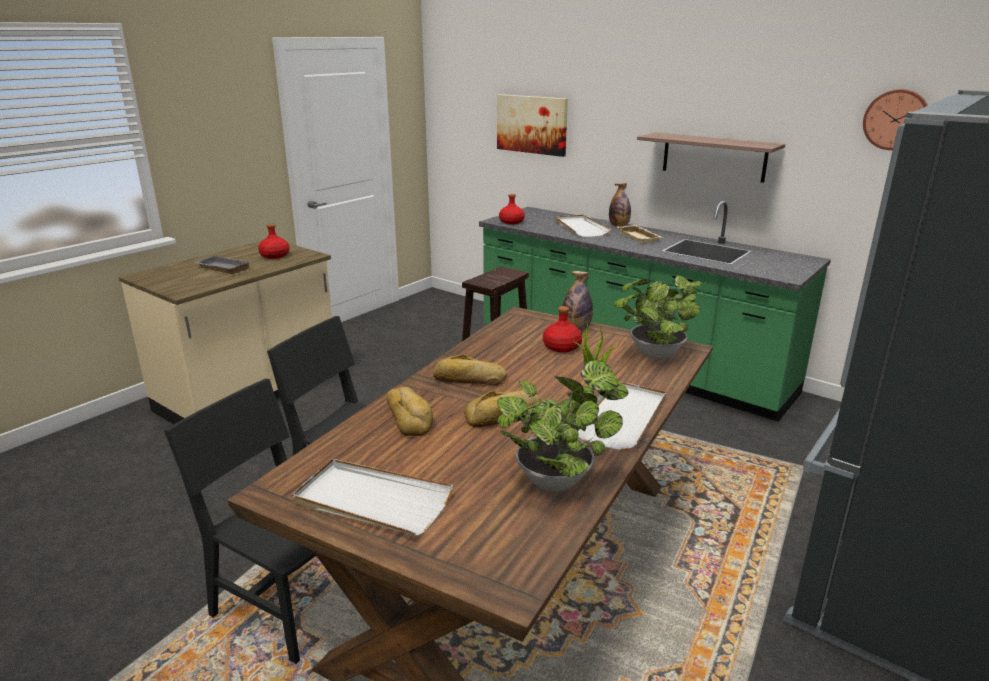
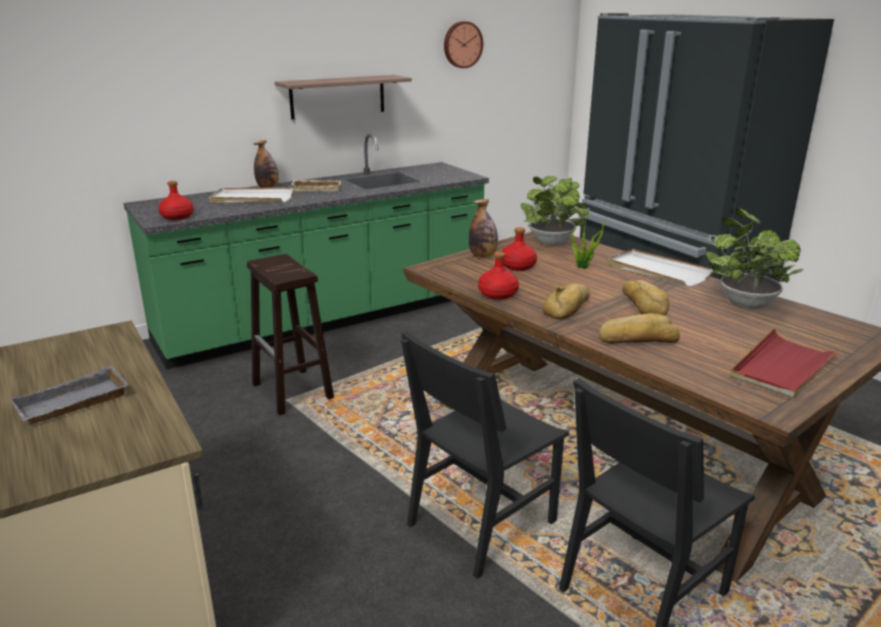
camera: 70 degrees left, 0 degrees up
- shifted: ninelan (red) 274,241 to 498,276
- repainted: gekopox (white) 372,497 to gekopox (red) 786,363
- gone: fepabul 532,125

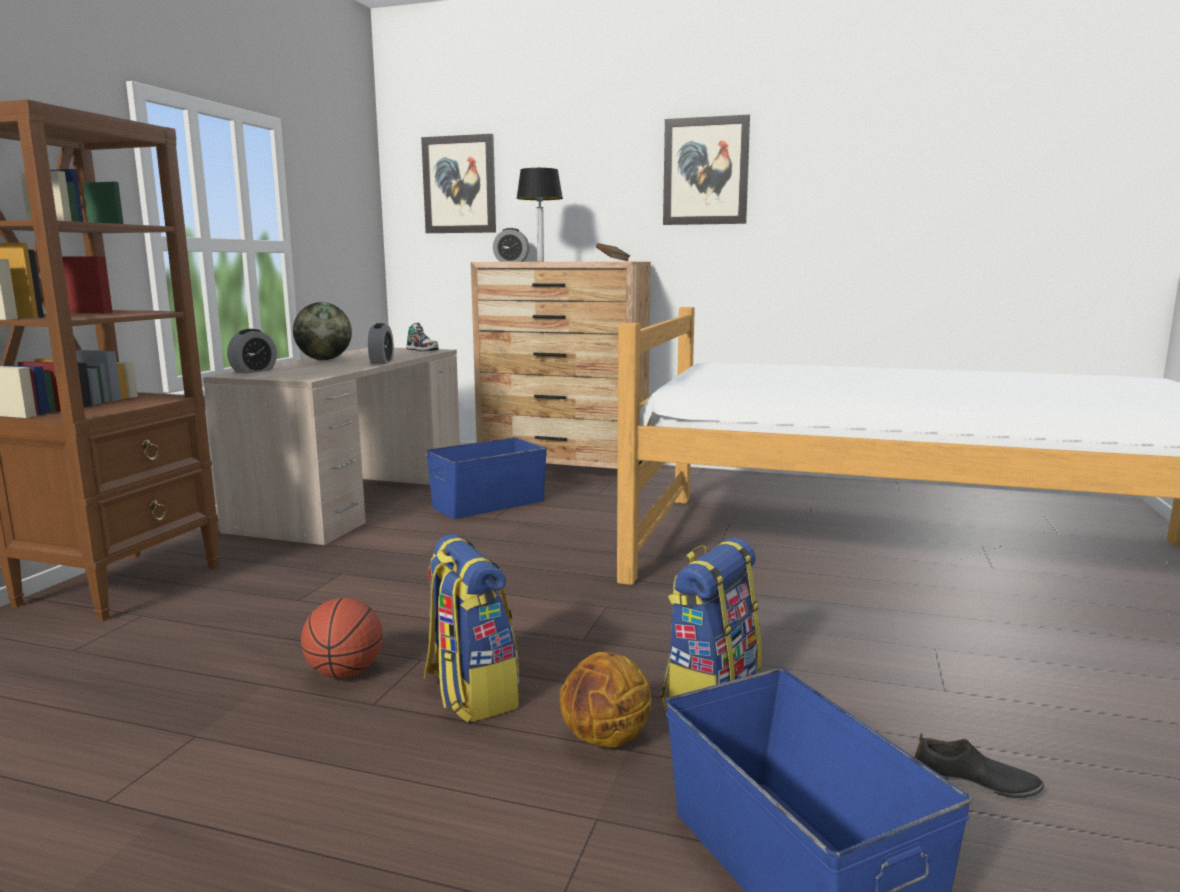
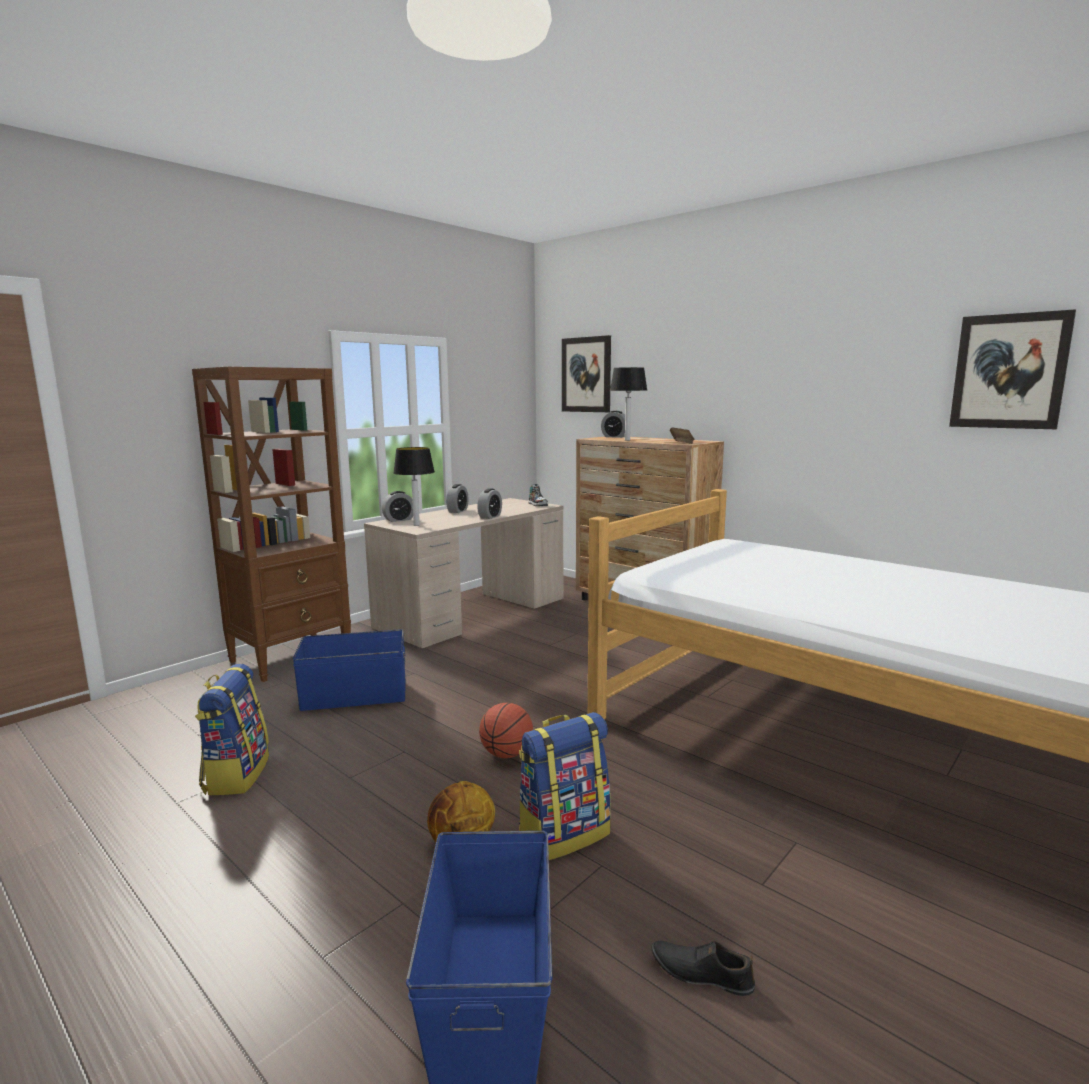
camera: 25 degrees right, 0 degrees up
- shifted: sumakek 471,628 to 232,729
- shifted: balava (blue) 486,478 to 349,670
- new: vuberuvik 414,486
- swapped: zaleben 322,331 to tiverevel 457,498
- shifted: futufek 342,638 to 506,730
- rotated: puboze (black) 979,765 = 703,968 150 degrees clockwise
- shifted: fepabul 707,169 to 1012,369

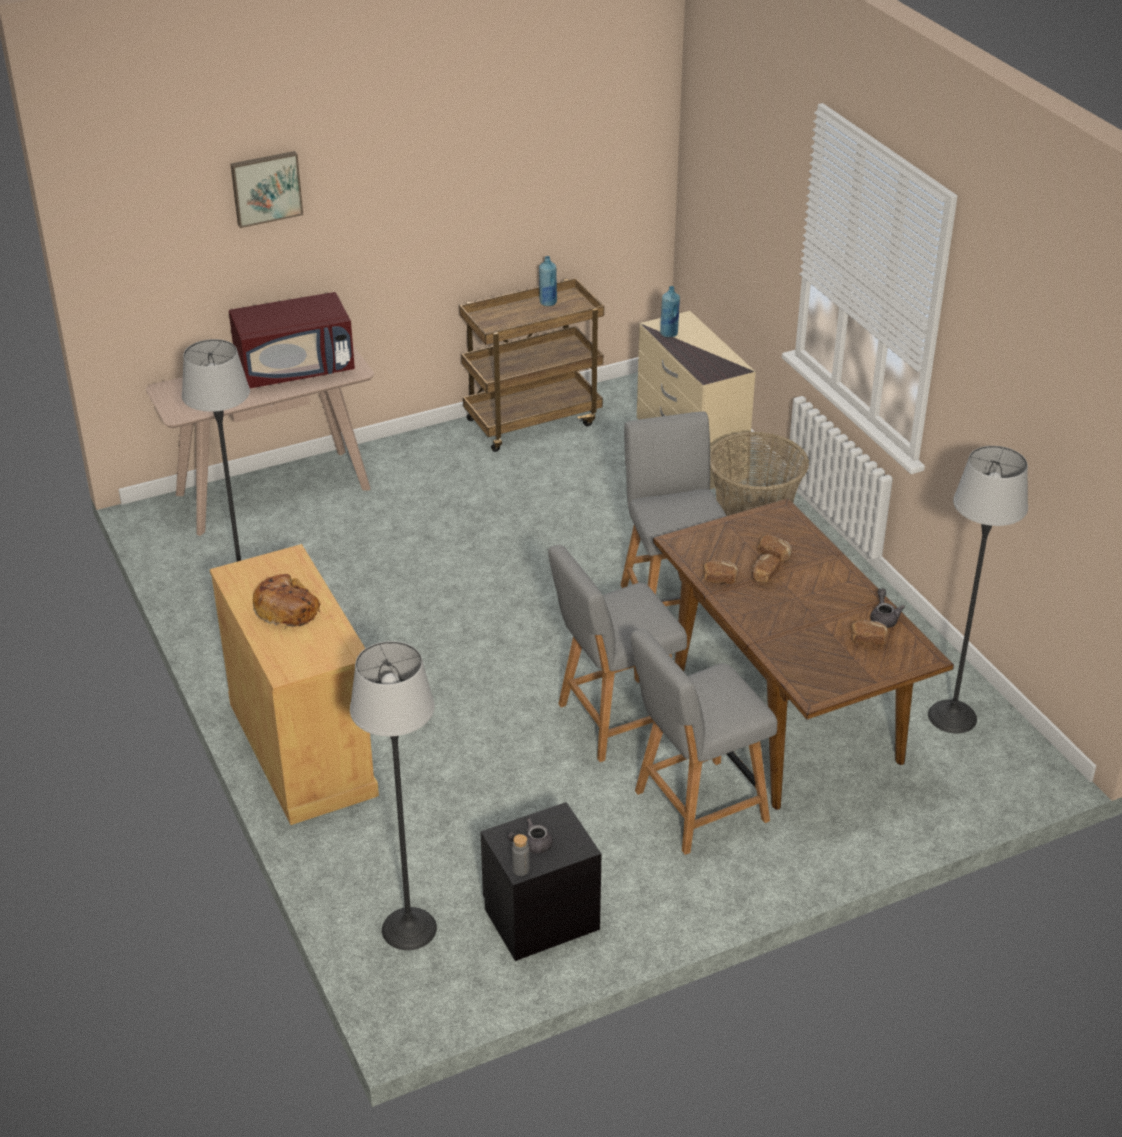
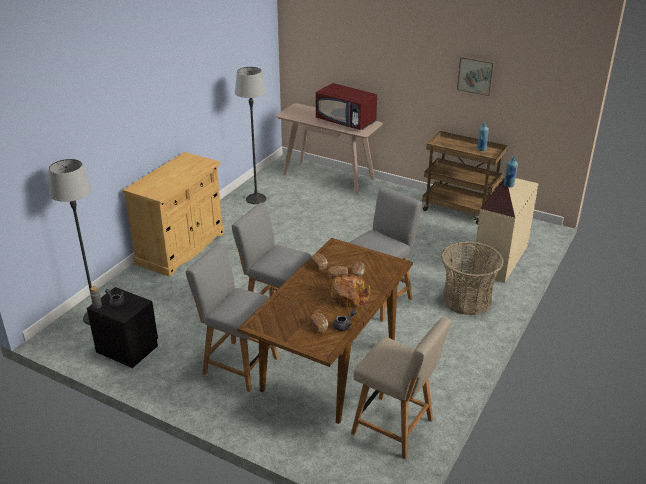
camera: 55 degrees right, 5 degrees down
- shifted: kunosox 287,601 to 350,290
- swapped: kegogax 978,589 to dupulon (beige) 401,388
- shifted: fepabul 267,189 to 476,76

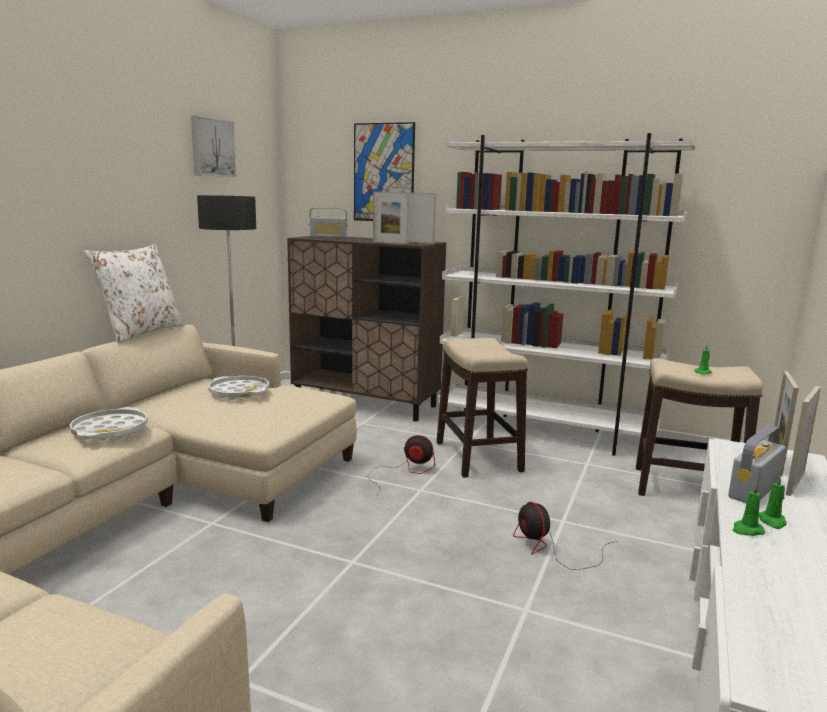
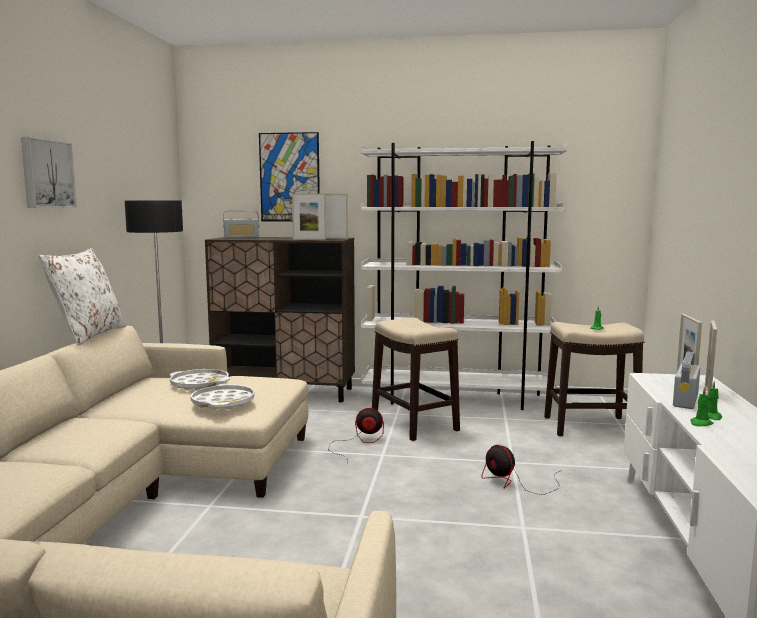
camera: 15 degrees left, 5 degrees down
- shifted: fepabul 213,146 to 49,172
- shifted: gekopox (white) 109,424 to 223,396

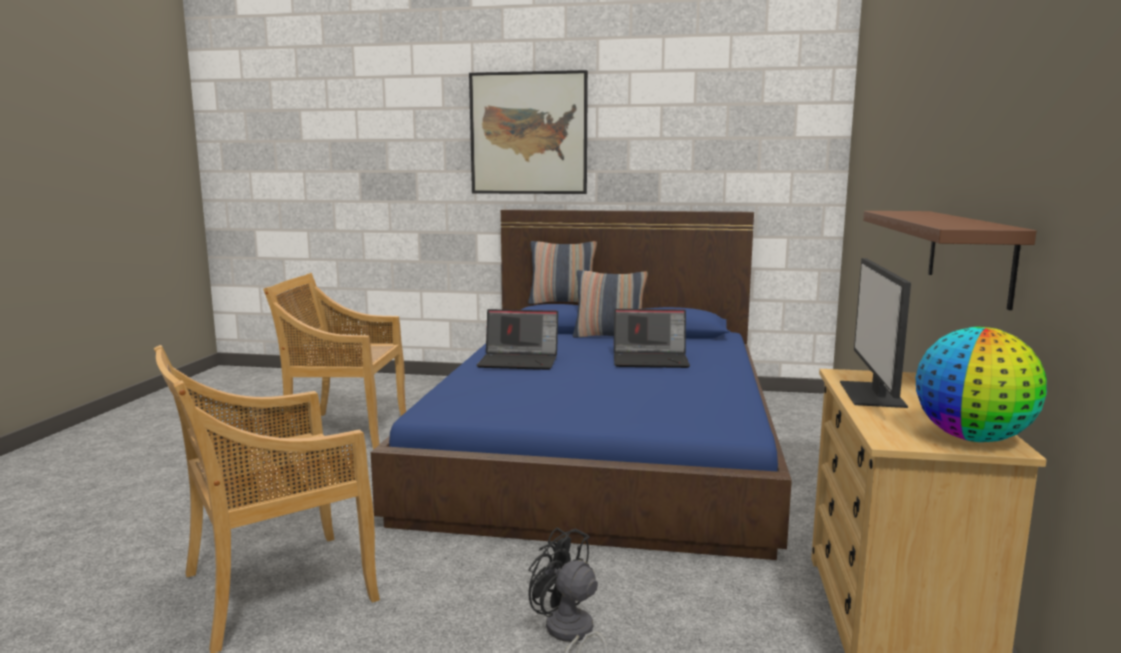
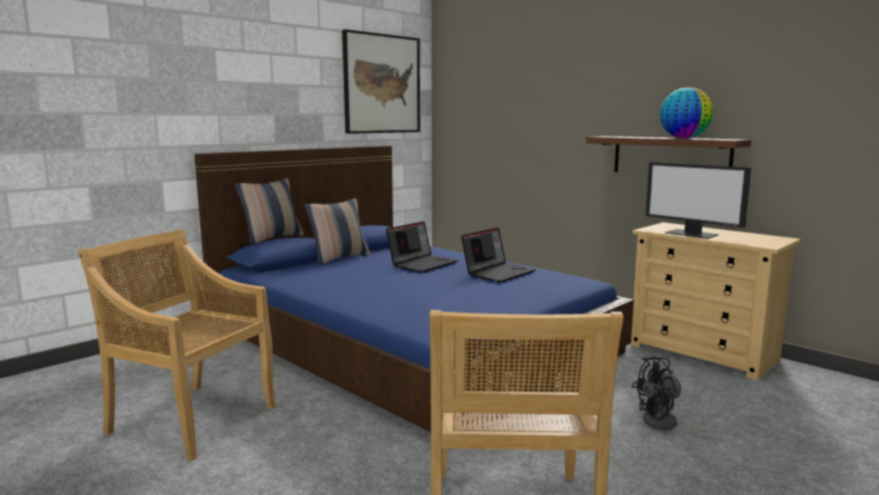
camera: 55 degrees left, 0 degrees up
- rotated: dupulon (beige) 334,361 = 177,345 75 degrees clockwise
- shifted: fepabul 528,132 to 381,81
- shifted: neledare 517,339 to 498,255
- shifted: zaleben 981,384 to 686,112

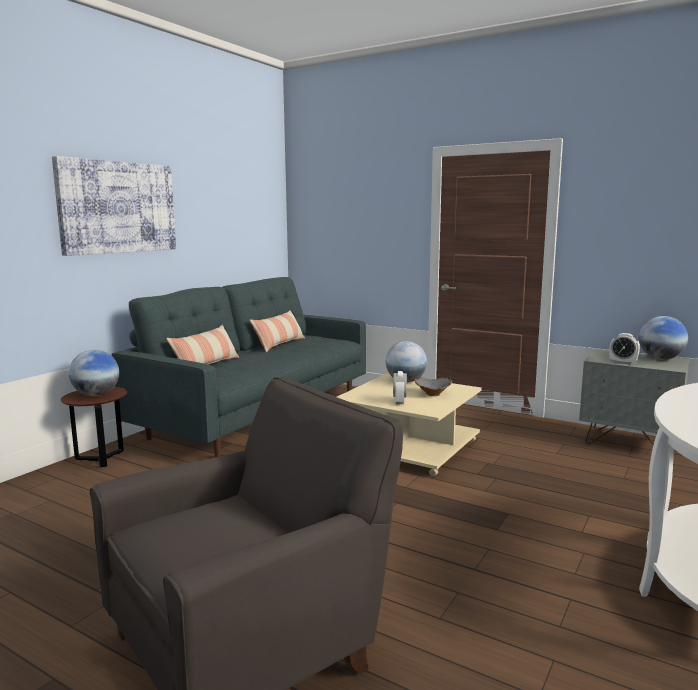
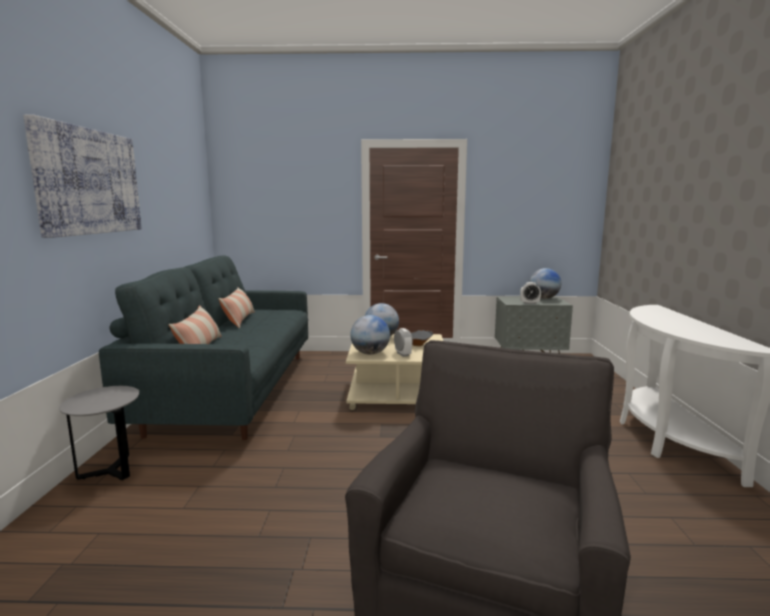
camera: 30 degrees left, 0 degrees up
- repainted: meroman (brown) 94,427 to meroman (grey) 99,433
- shifted: zaleben 94,373 to 370,335

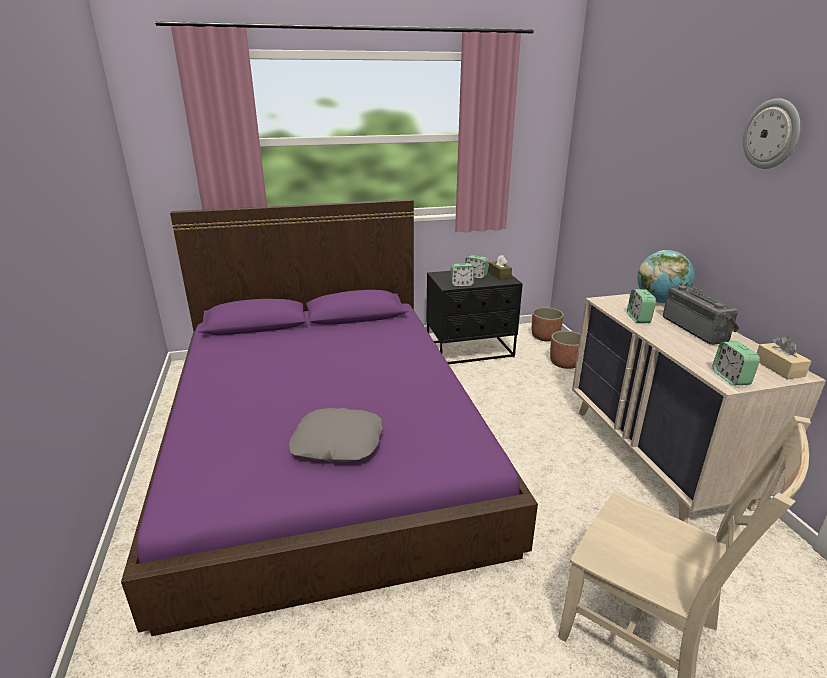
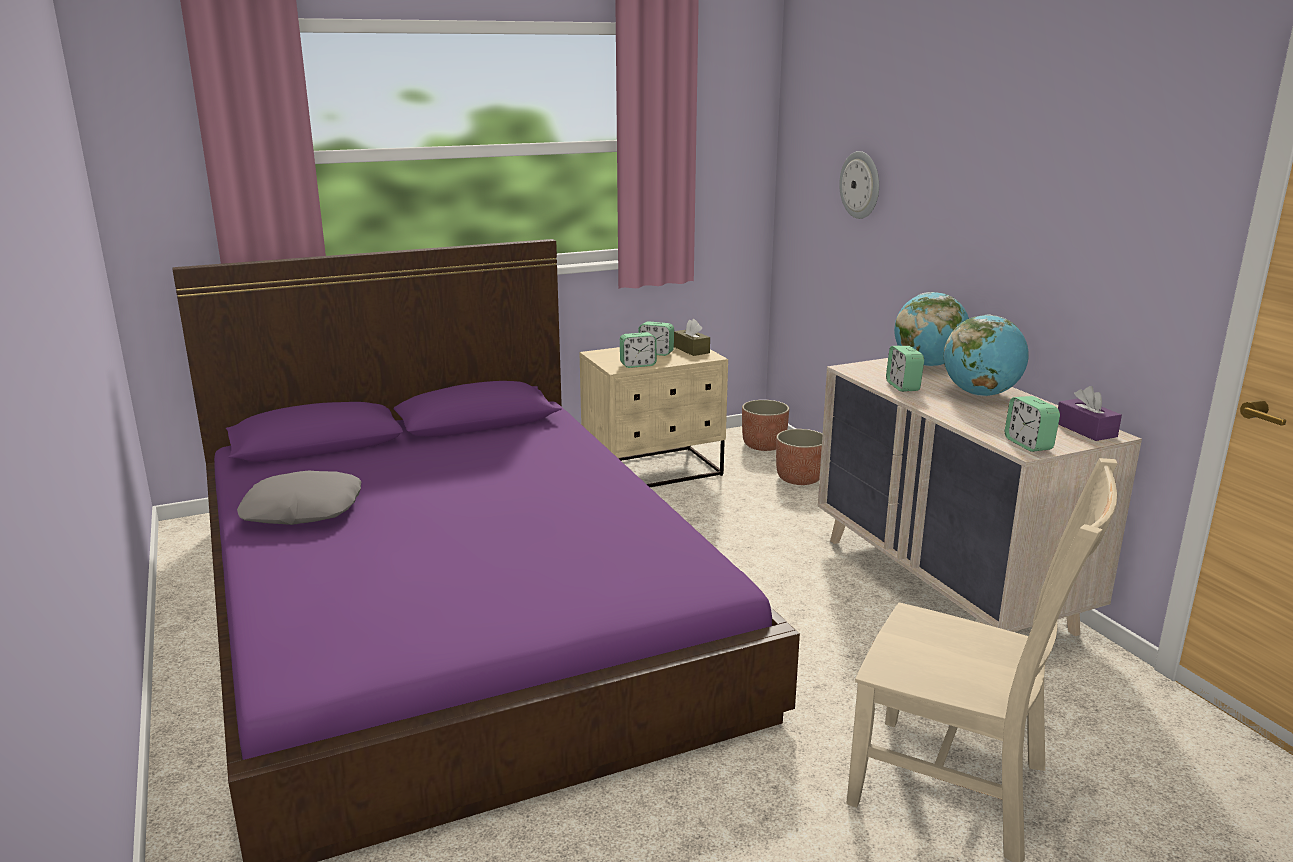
camera: 10 degrees left, 5 degrees down
- shifted: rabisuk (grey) 336,435 to 299,498
- repainted: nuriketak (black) 474,316 to nuriketak (beige) 654,417
- shifted: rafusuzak 771,133 to 859,185
- swapped: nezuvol 701,315 to zaleben 986,355
- repainted: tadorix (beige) 784,357 to tadorix (purple) 1090,413

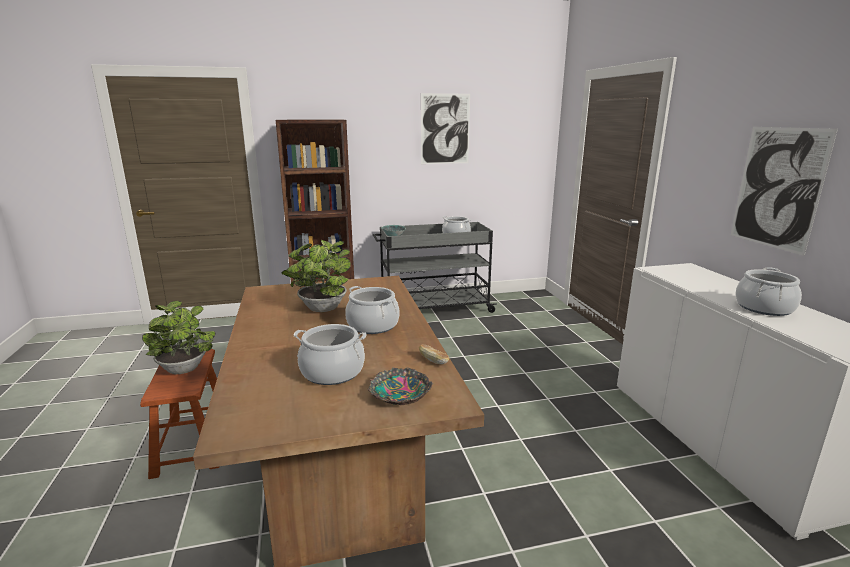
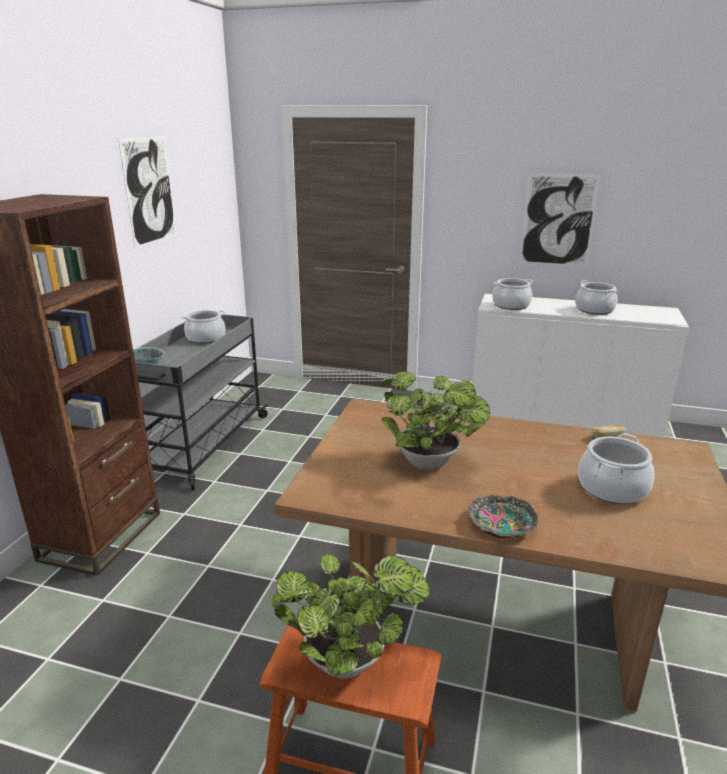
camera: 60 degrees left, 5 degrees up
- shifted: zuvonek 400,386 to 503,516
- shifted: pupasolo 372,310 to 512,294

